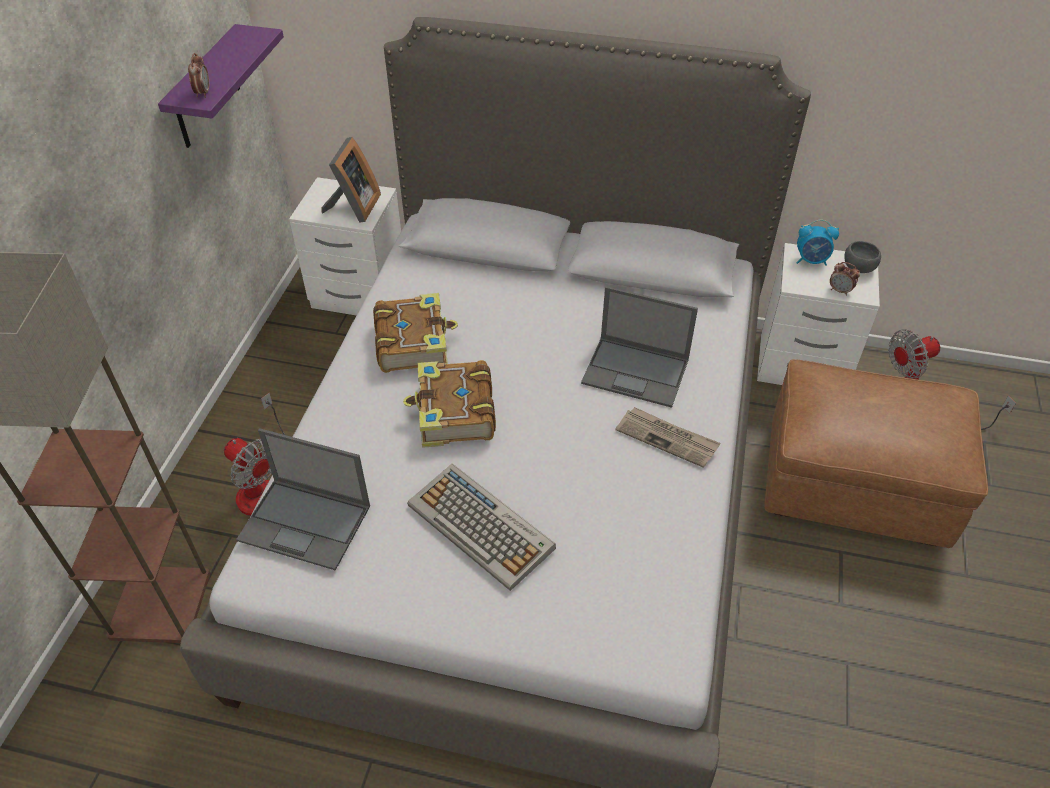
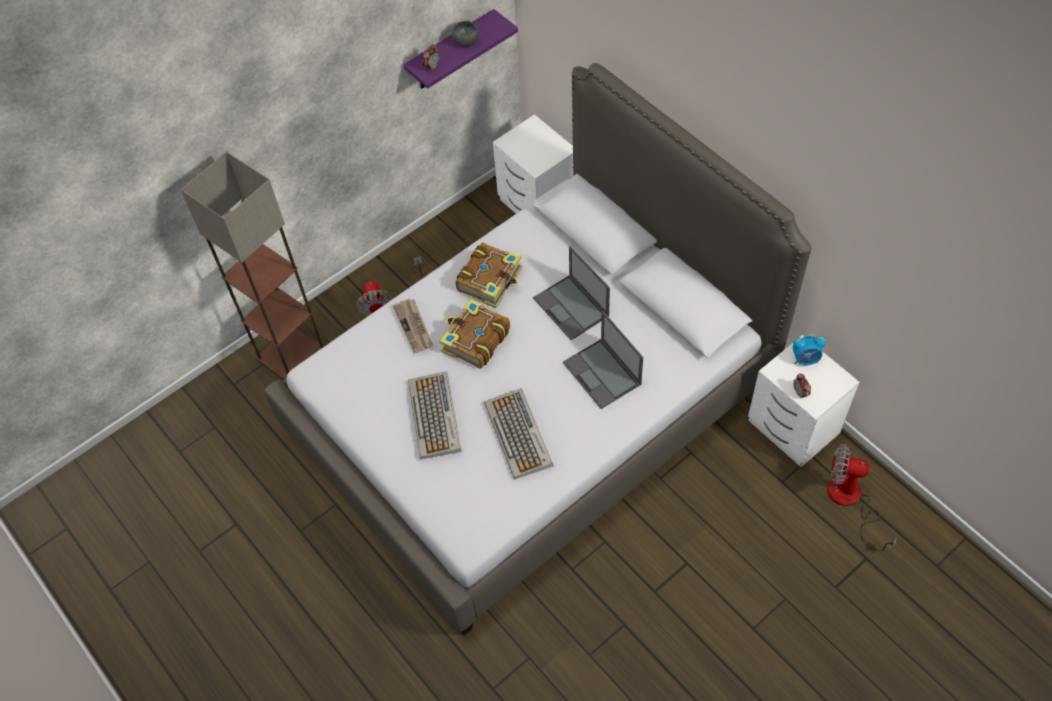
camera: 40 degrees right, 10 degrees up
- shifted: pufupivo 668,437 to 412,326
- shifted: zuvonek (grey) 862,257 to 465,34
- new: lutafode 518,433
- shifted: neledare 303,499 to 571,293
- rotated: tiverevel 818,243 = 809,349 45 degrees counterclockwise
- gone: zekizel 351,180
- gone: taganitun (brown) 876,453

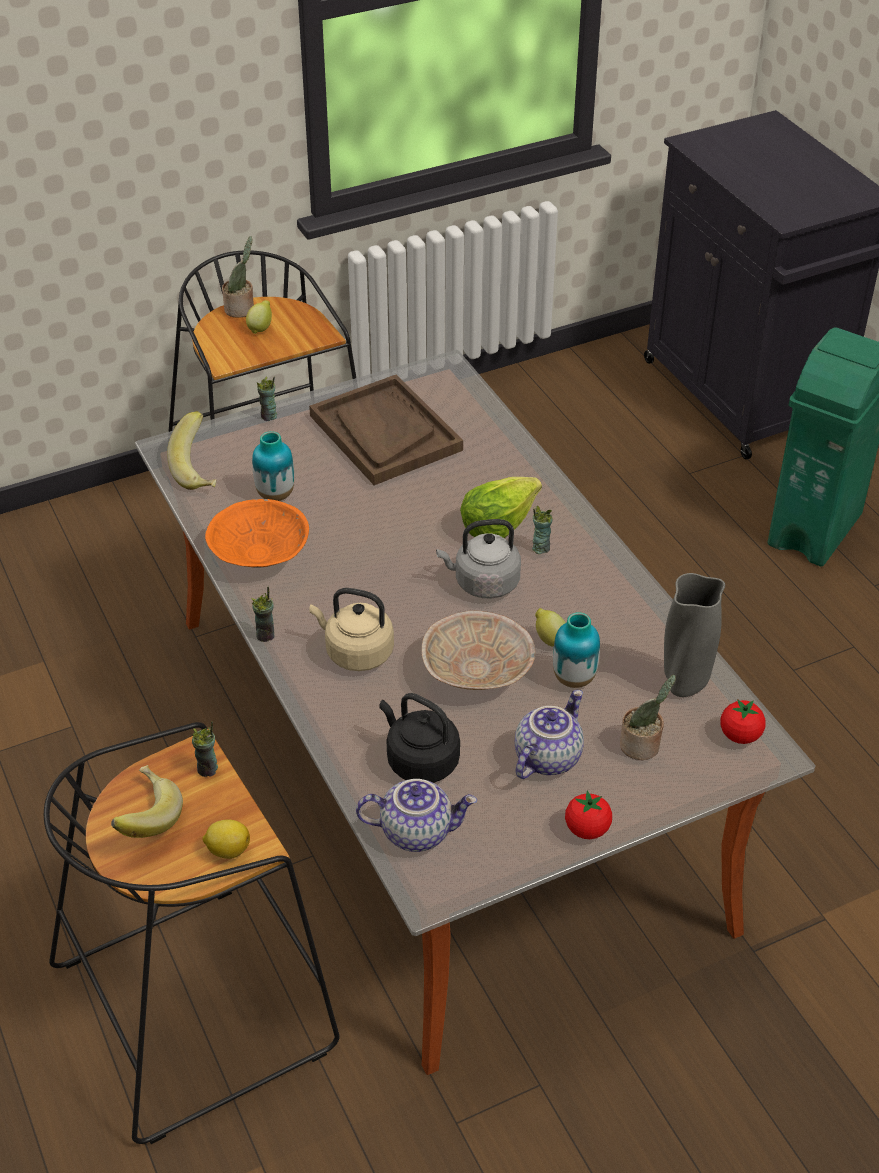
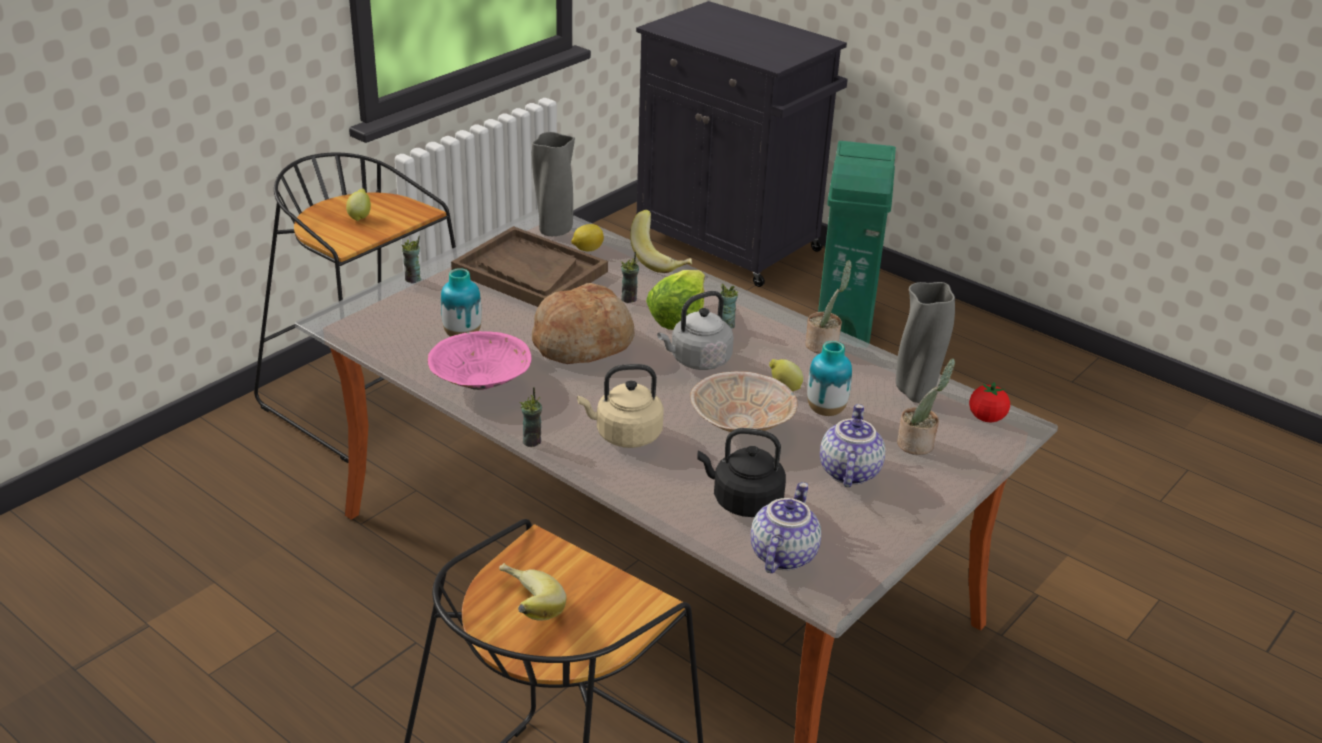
camera: 25 degrees left, 10 degrees down
- repainted: zuvonek (orange) 257,533 to zuvonek (pink) 479,360
- new: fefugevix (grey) 553,184
- new: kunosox 583,323
- shifted: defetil 226,839 to 587,237
- shifted: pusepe 205,749 to 630,277
- shifted: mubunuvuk 192,450 to 661,241
- rotated: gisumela 416,815 = 786,527 45 degrees counterclockwise
- shifted: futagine 238,276 to 828,307
- gone: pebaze 588,815

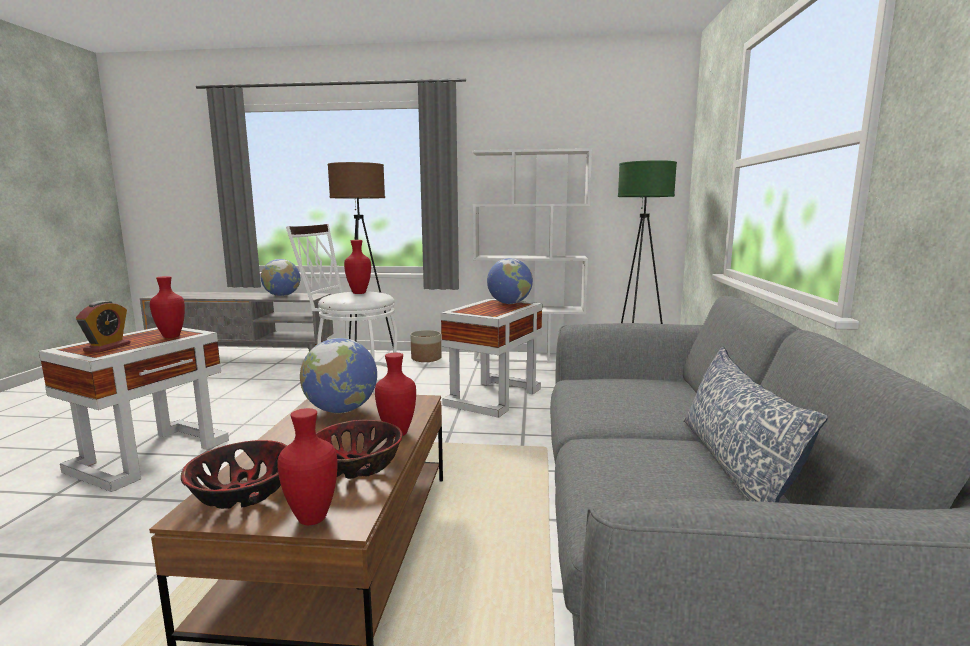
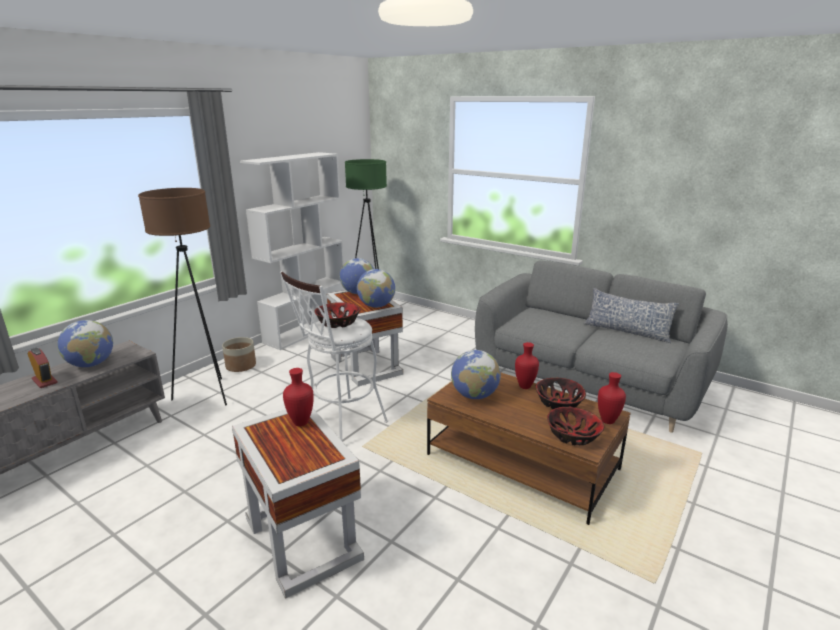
camera: 60 degrees left, 10 degrees up
- shifted: tiverevel 103,326 to 43,368
- swapped: fefugevix (red) 357,267 to zuvonek 337,315
- new: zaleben 376,288

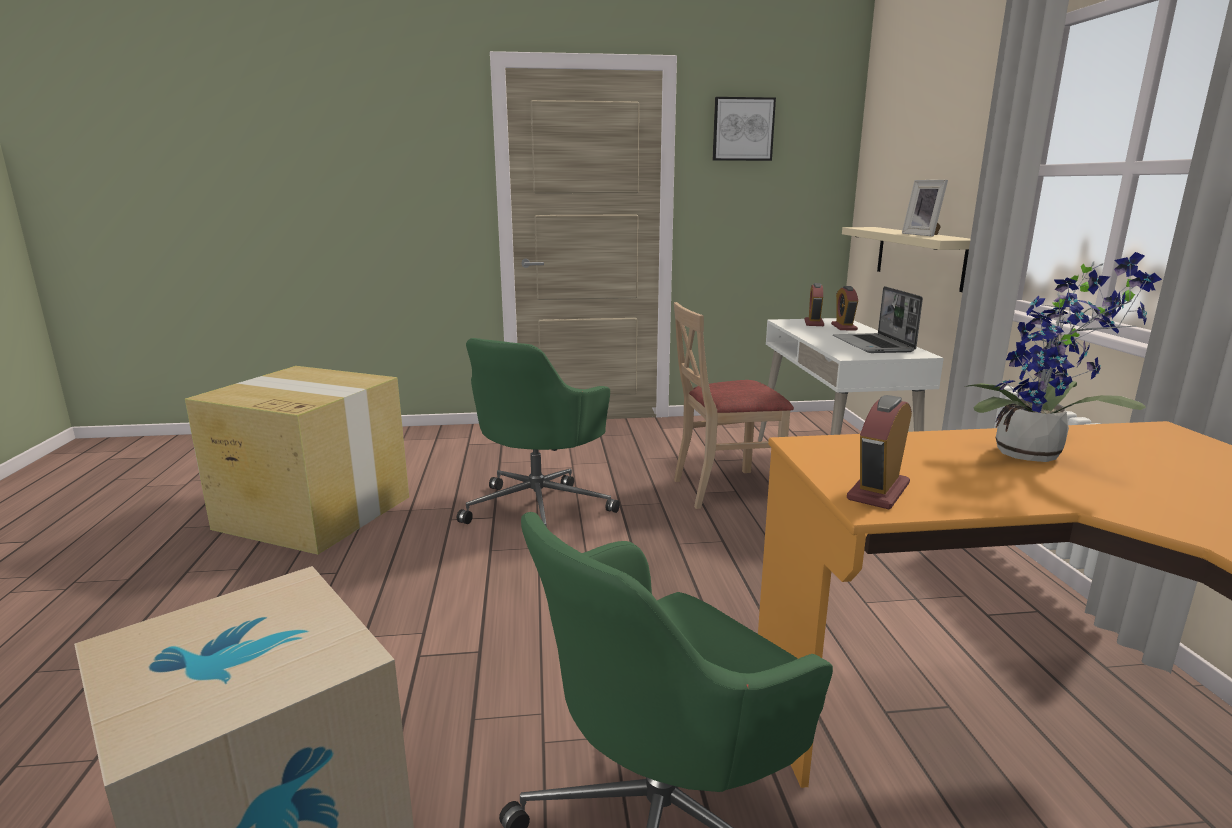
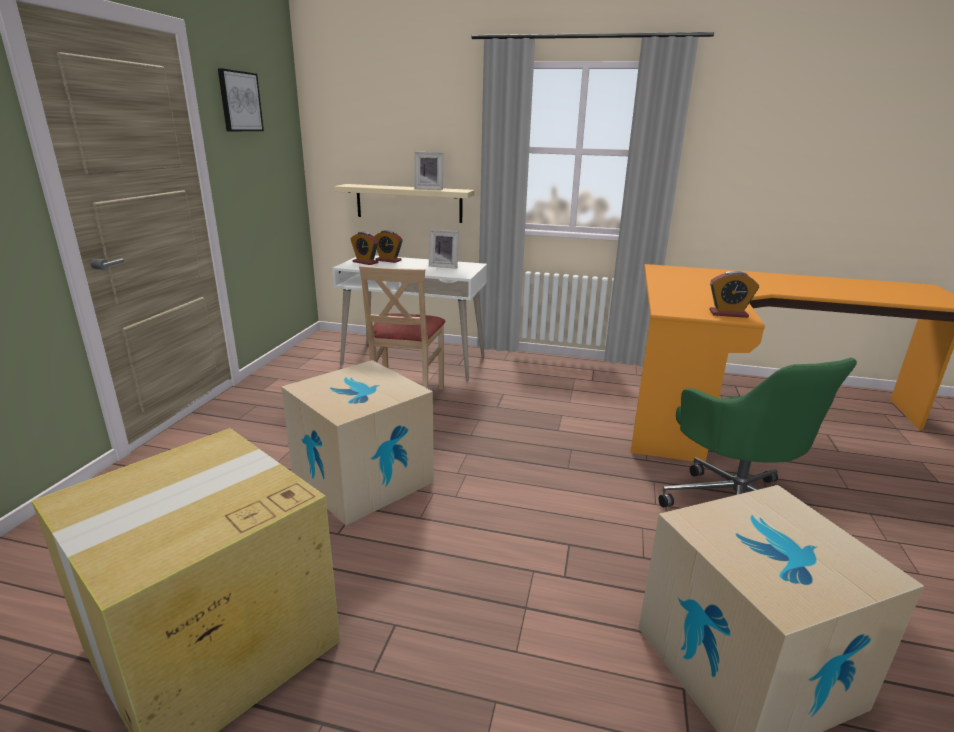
camera: 70 degrees left, 5 degrees up
- swapped: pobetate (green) 538,432 to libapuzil 357,443
- swapped: neledare 878,319 to zekizel 444,249
- rotated: tiverevel 879,452 = 734,294 45 degrees counterclockwise
- gone: futagine 1063,357

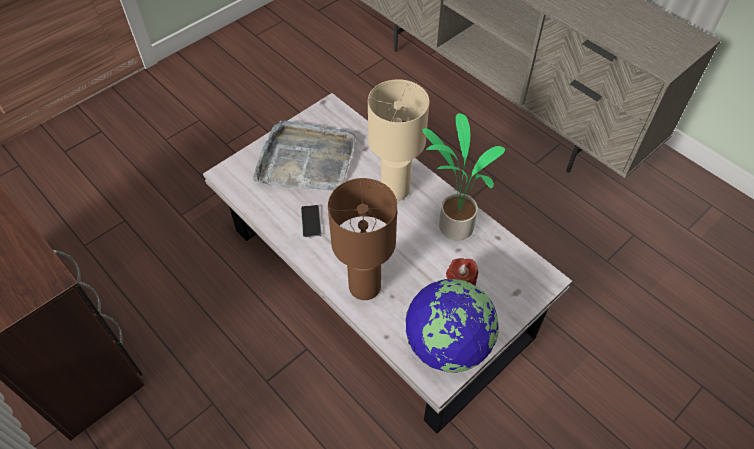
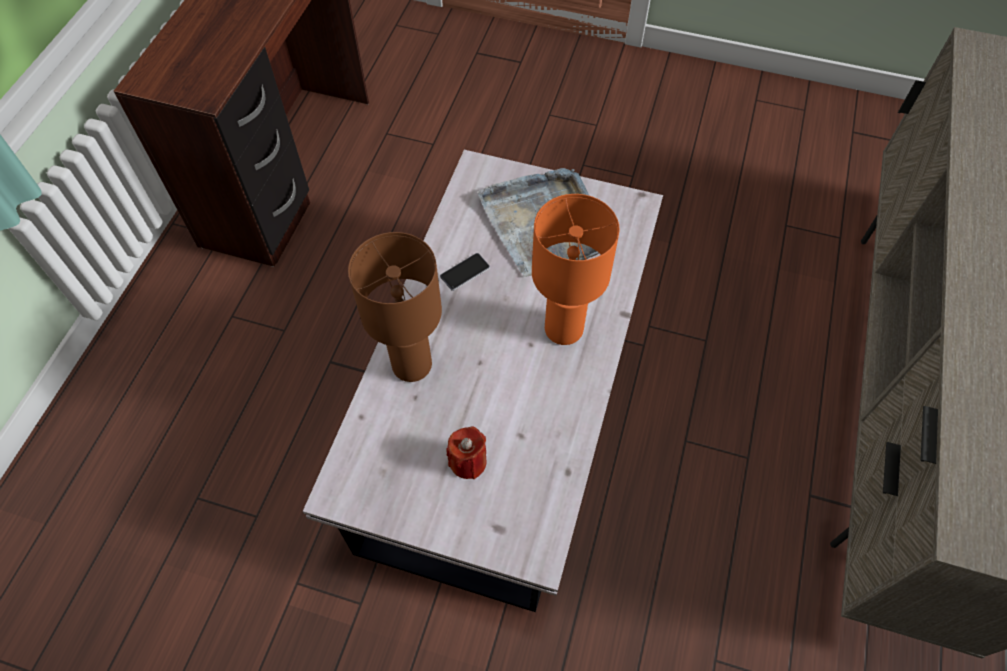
camera: 60 degrees right, 5 degrees up
- repainted: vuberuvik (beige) 398,140 to vuberuvik (orange) 576,269
- gone: zaleben 452,326
- gone: futagine 463,177

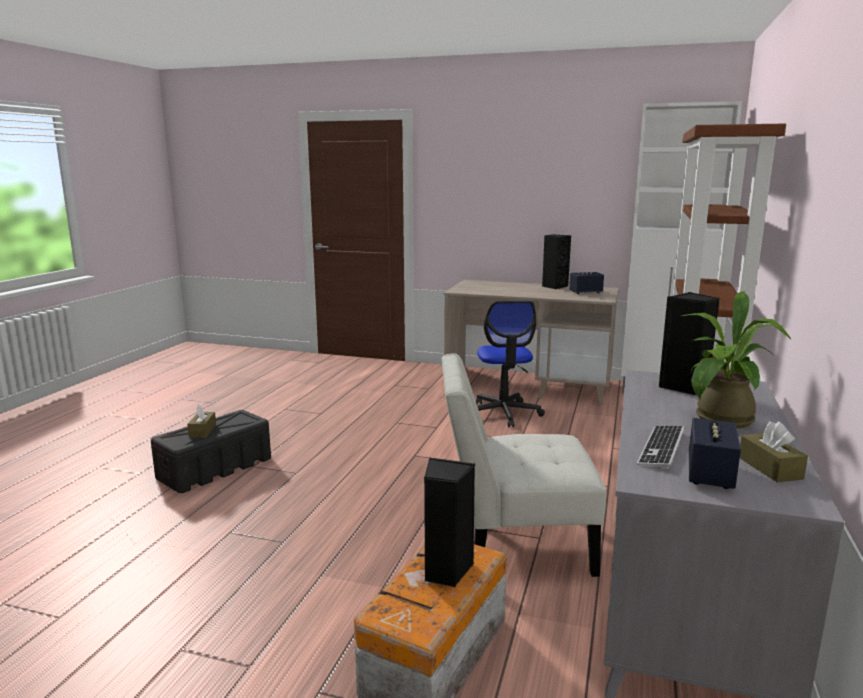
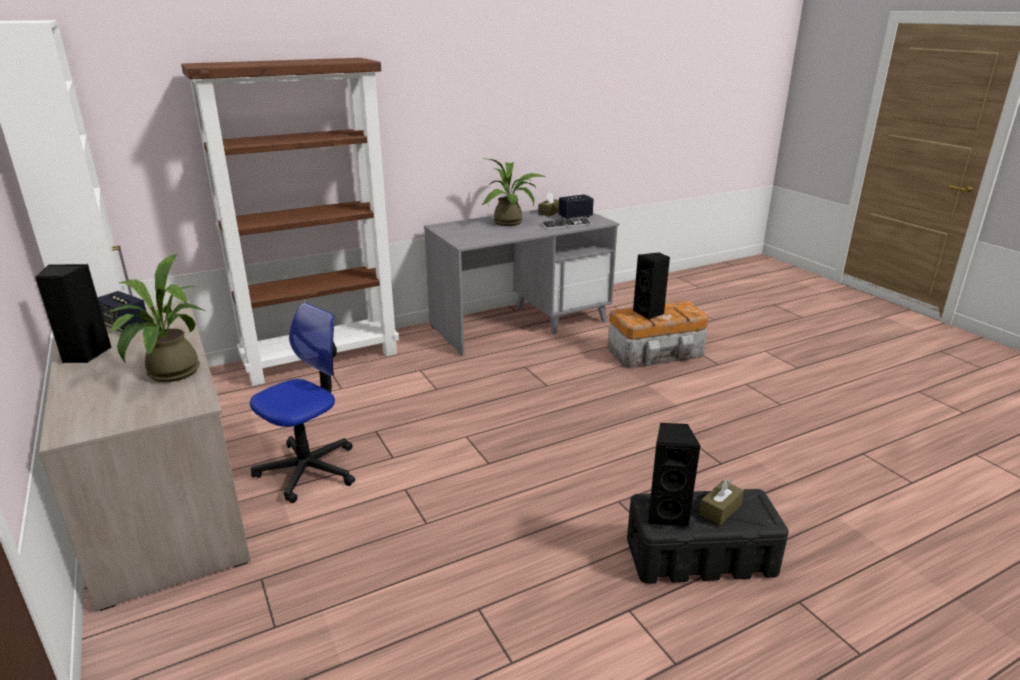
camera: 135 degrees left, 10 degrees up
- new: futagine 155,318
- shifted: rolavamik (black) 689,343 to 674,475
- gone: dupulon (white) 524,465

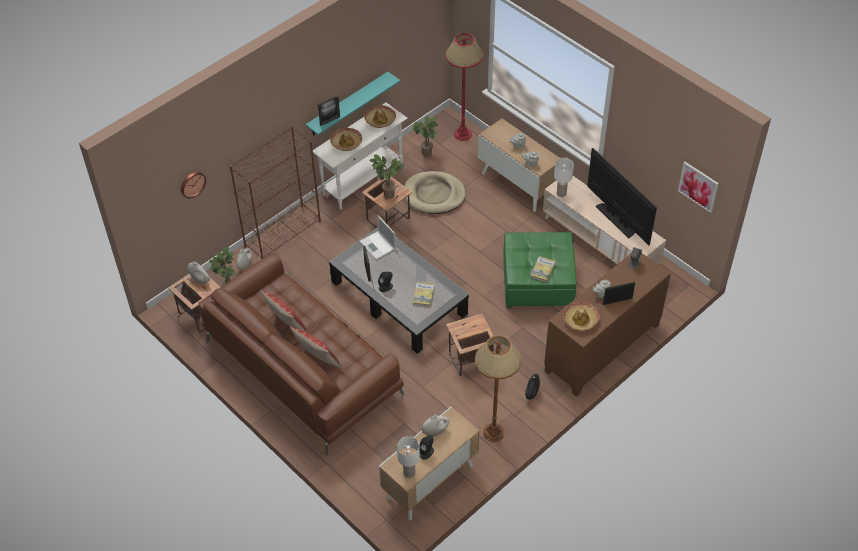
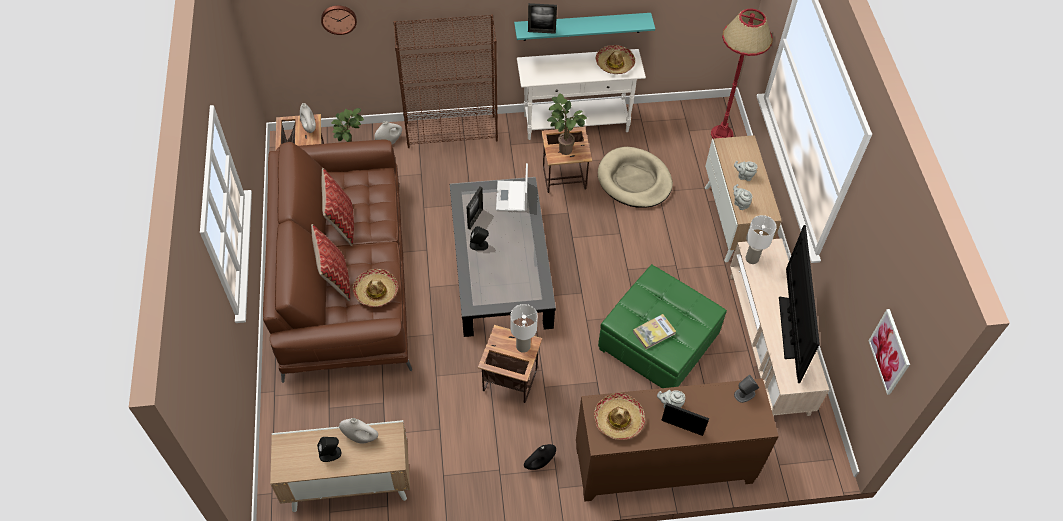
camera: 35 degrees right, 5 degrees up
- shifted: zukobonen 346,139 to 375,288
- shifted: vuberuvik (white) 408,457 to 524,328
- gone: futagine 425,136
- gone: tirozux 423,294
- gone: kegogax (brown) 498,388

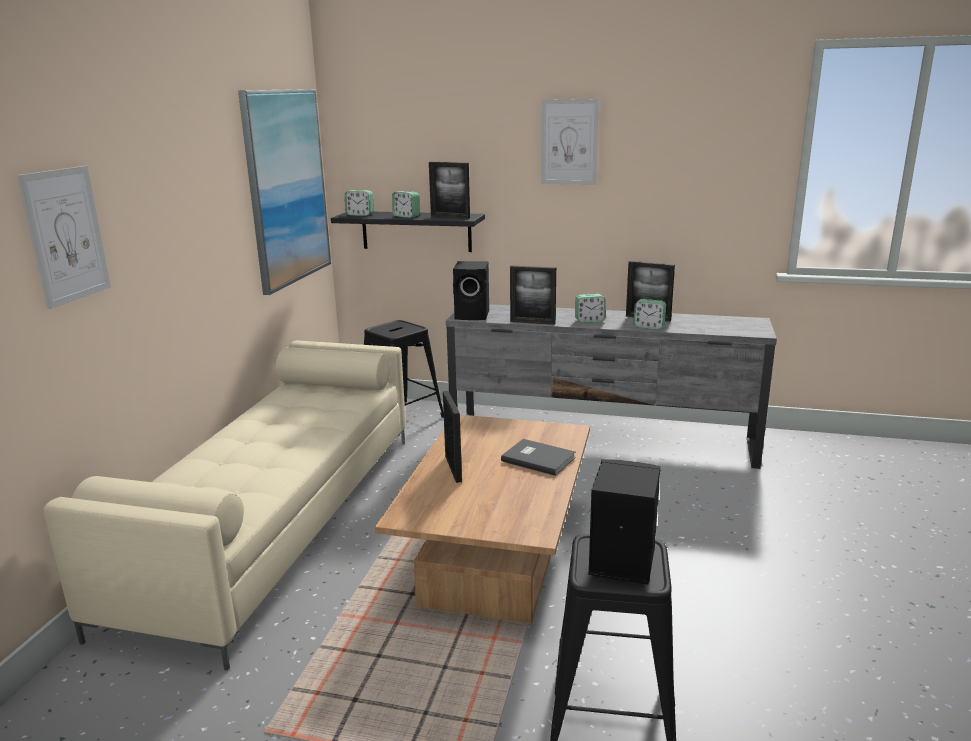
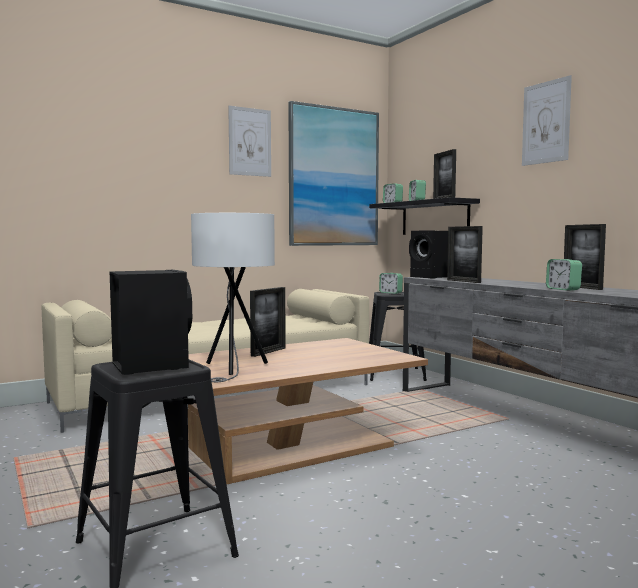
camera: 45 degrees right, 15 degrees down
- new: vuberuvik (white) 233,297
- shifted: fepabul 64,237 to 249,141
- shifted: tiverevel 590,308 to 391,283
- gone: tirozux (grey) 538,457

